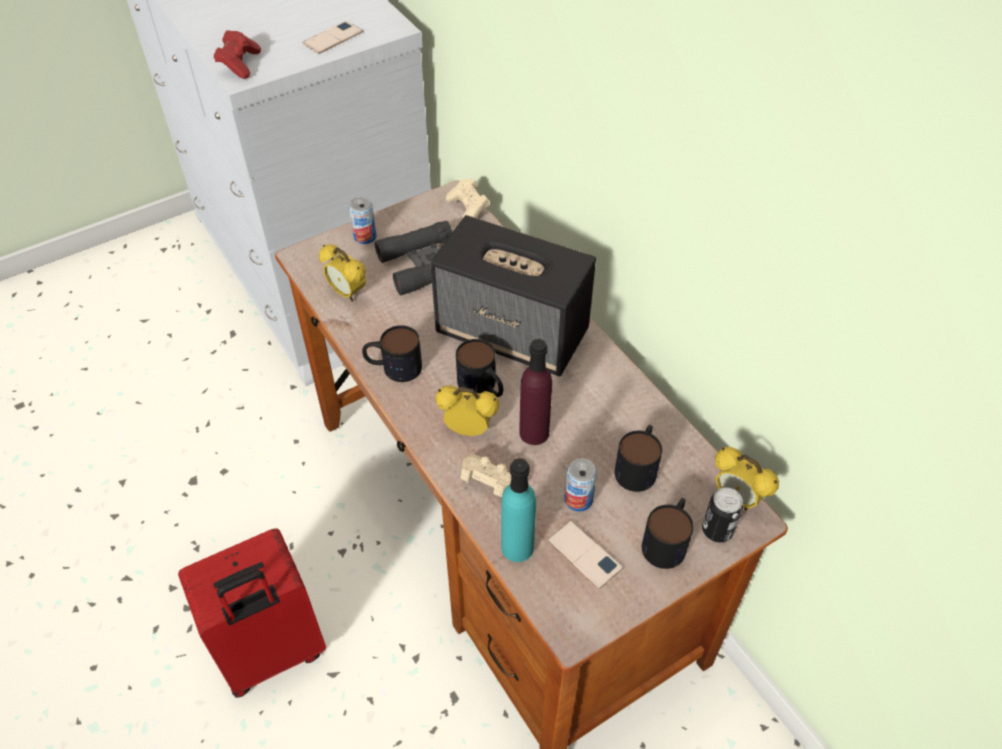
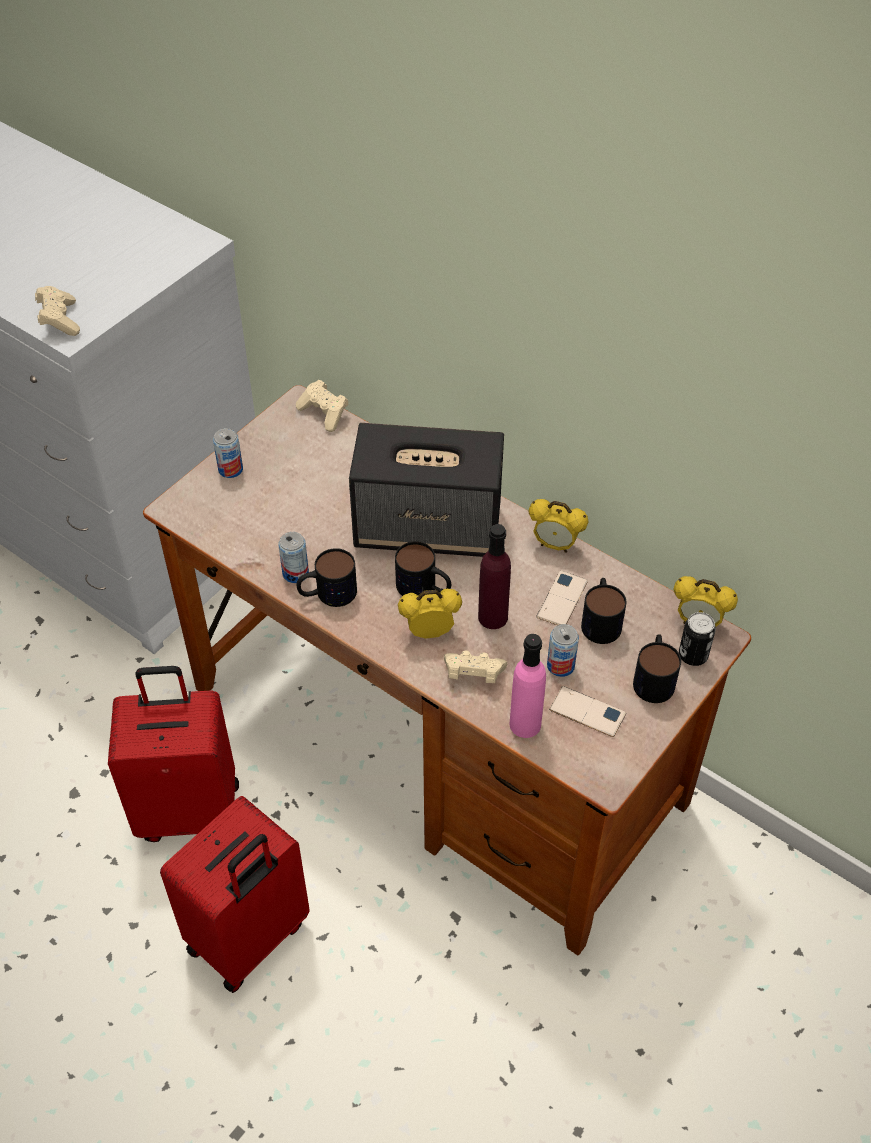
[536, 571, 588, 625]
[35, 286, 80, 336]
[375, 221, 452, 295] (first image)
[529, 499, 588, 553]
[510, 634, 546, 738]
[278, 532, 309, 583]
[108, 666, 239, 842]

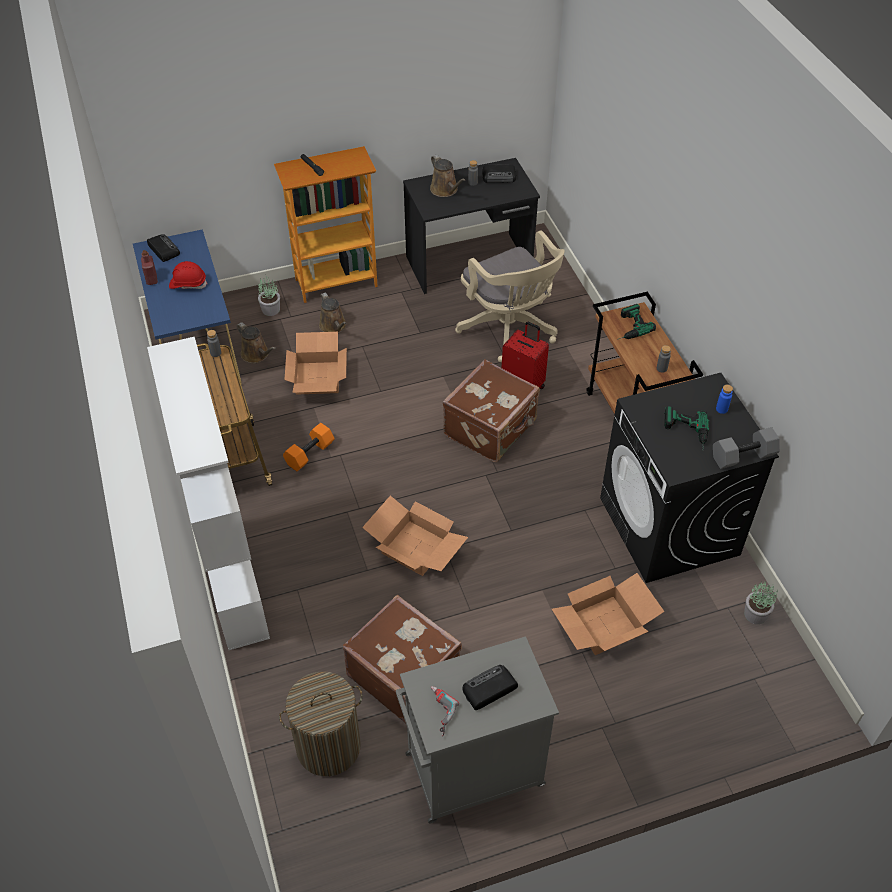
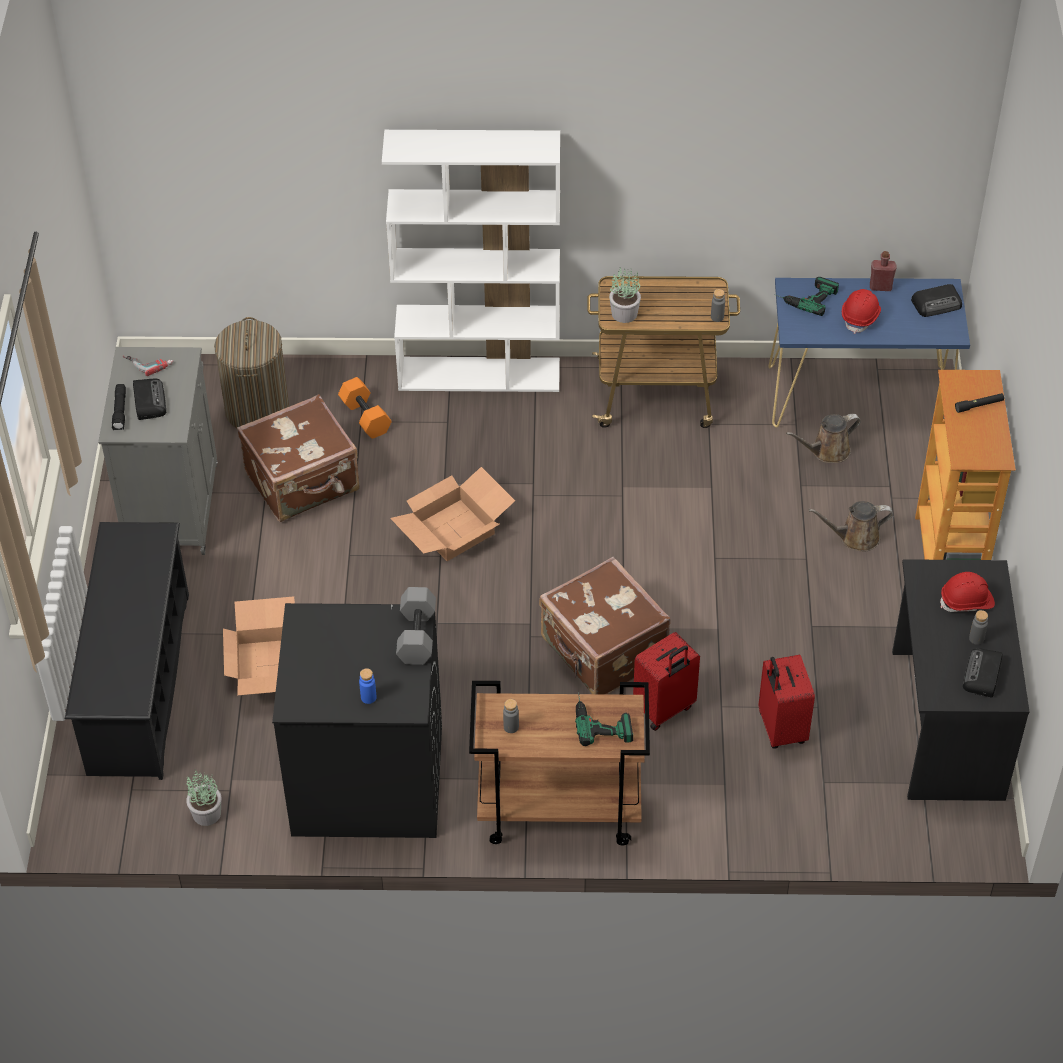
[940, 572, 995, 612]
[759, 655, 815, 749]
[609, 267, 641, 323]
[284, 332, 347, 395] (first image)
[774, 277, 839, 316]
[338, 377, 392, 439]
[396, 587, 436, 665]
[112, 384, 126, 430]
[65, 522, 189, 780]

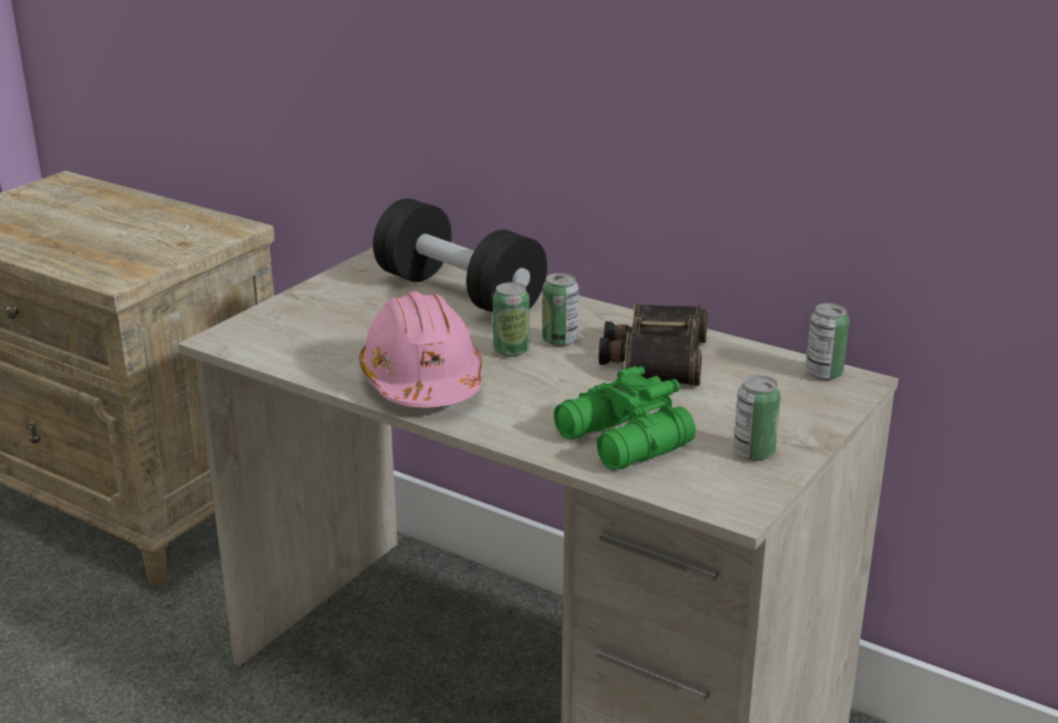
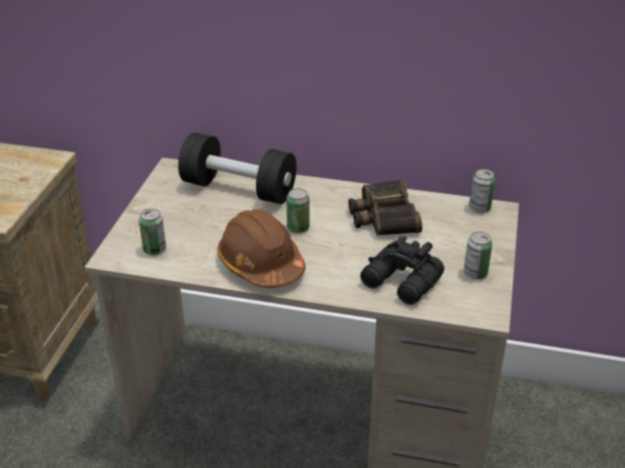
[139, 209, 166, 255]
[217, 209, 306, 288]
[360, 236, 444, 305]

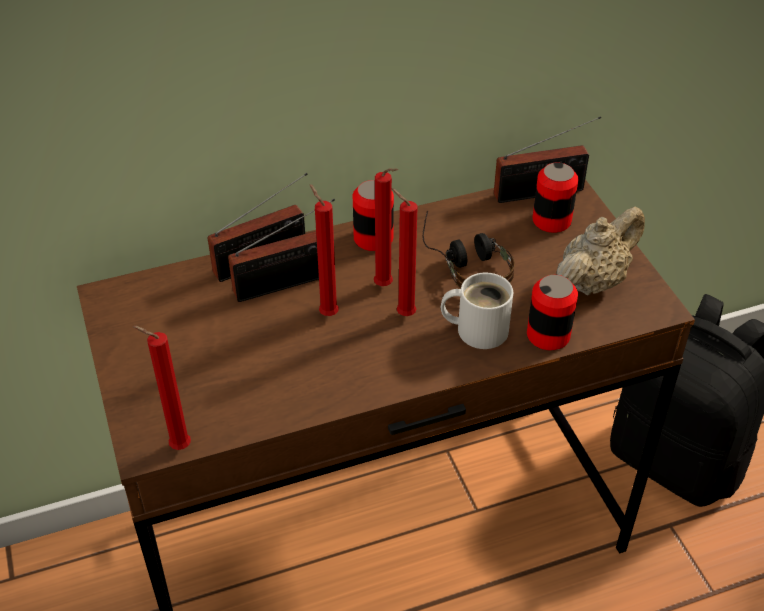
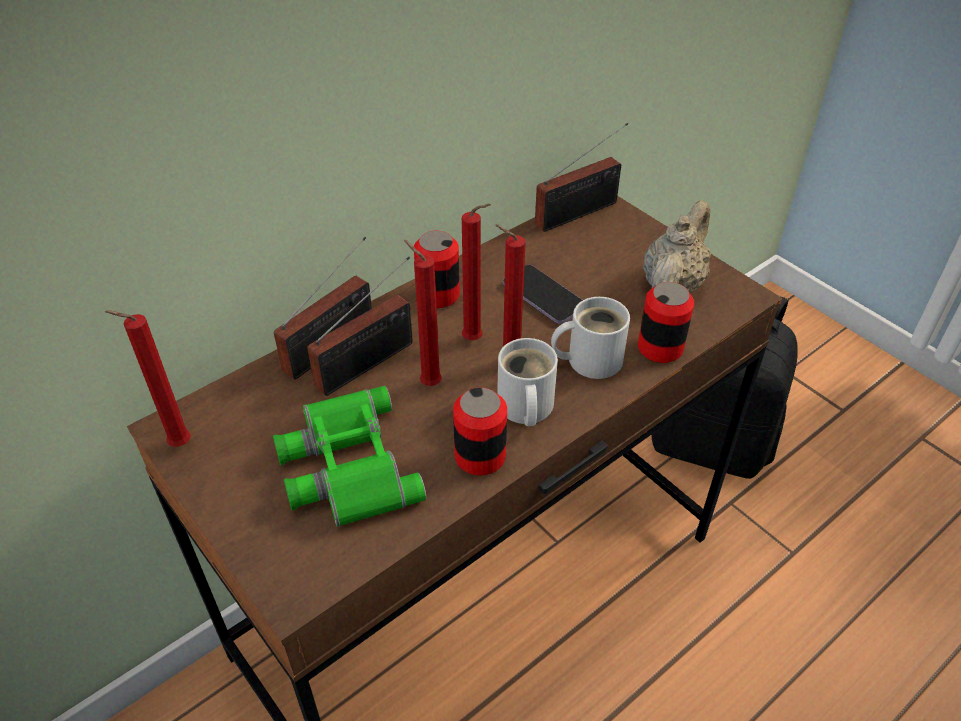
[453, 388, 507, 475]
[503, 265, 583, 324]
[104, 310, 191, 447]
[497, 338, 558, 426]
[273, 386, 426, 527]

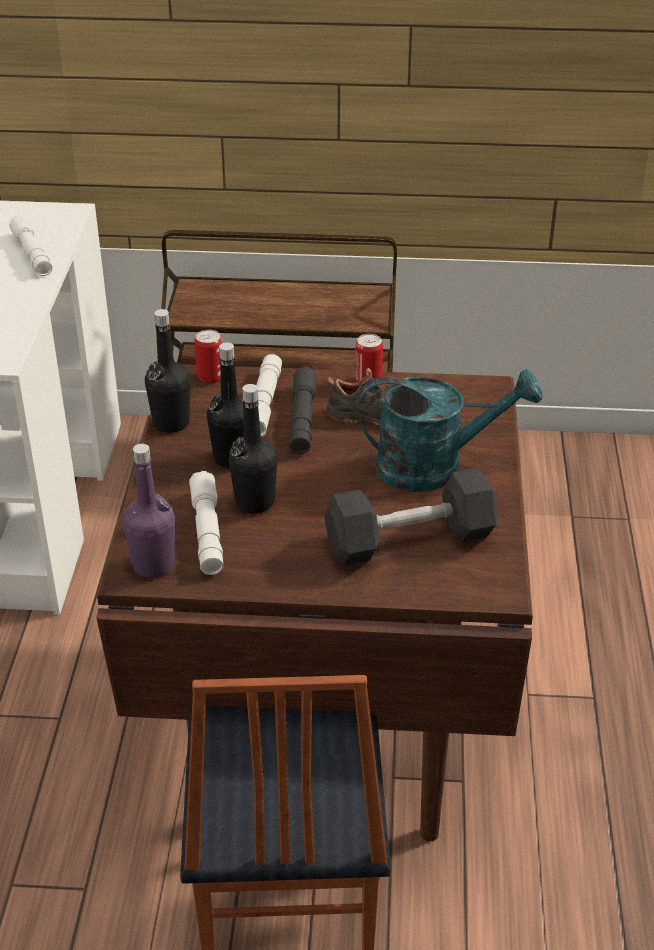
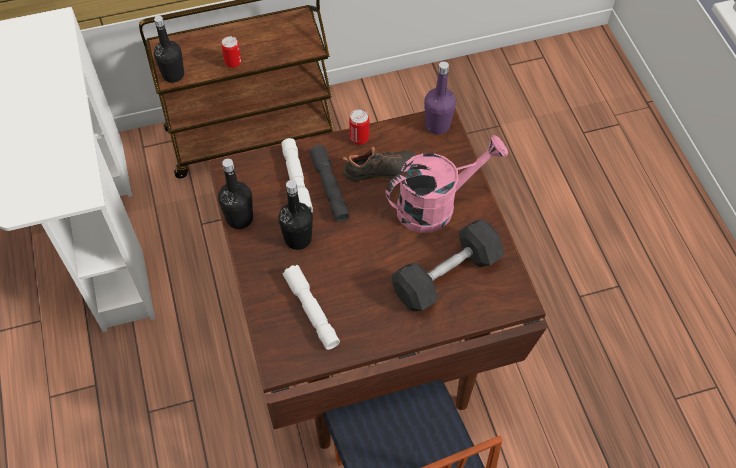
[9, 215, 52, 276] (first image)
[221, 36, 241, 68]
[385, 135, 508, 233]
[154, 16, 184, 83]
[424, 61, 456, 134]

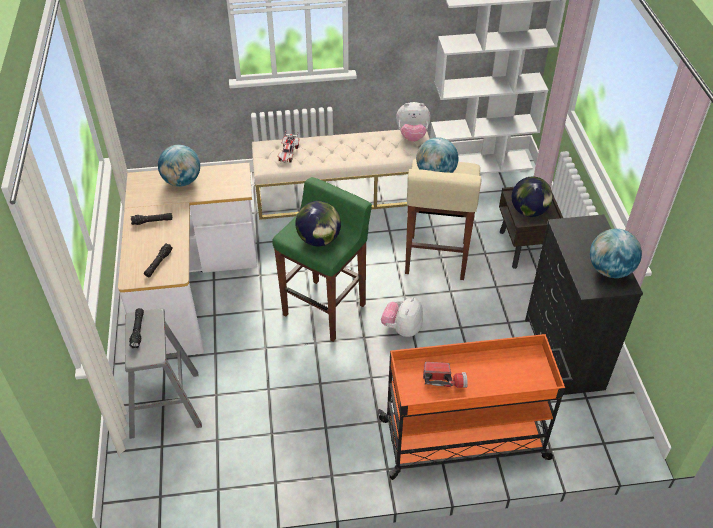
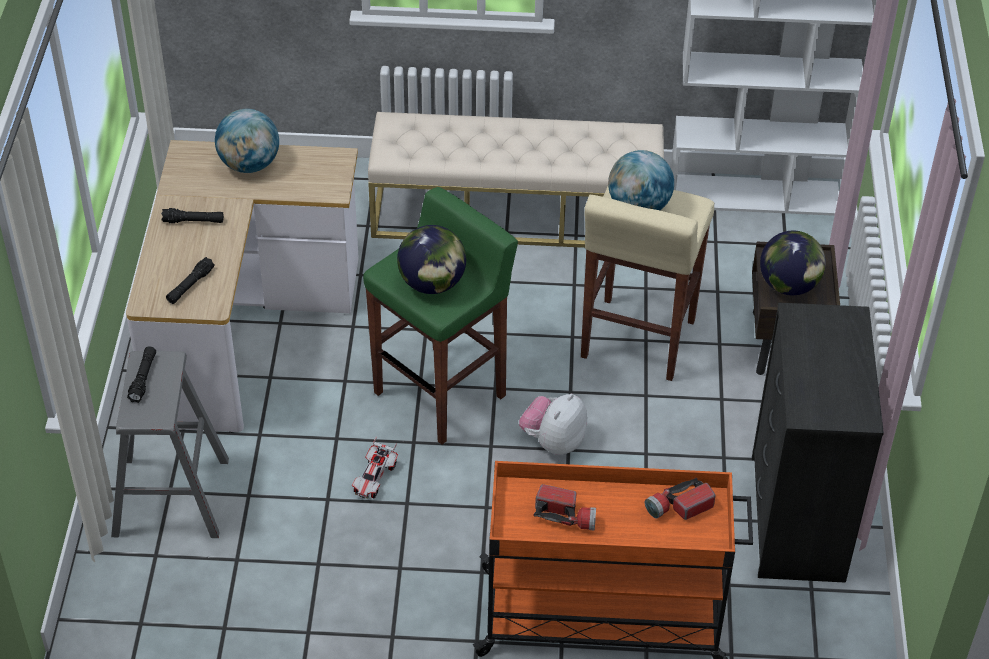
[396, 102, 431, 142] (first image)
[352, 437, 398, 499]
[590, 229, 642, 278] (first image)
[645, 478, 716, 520]

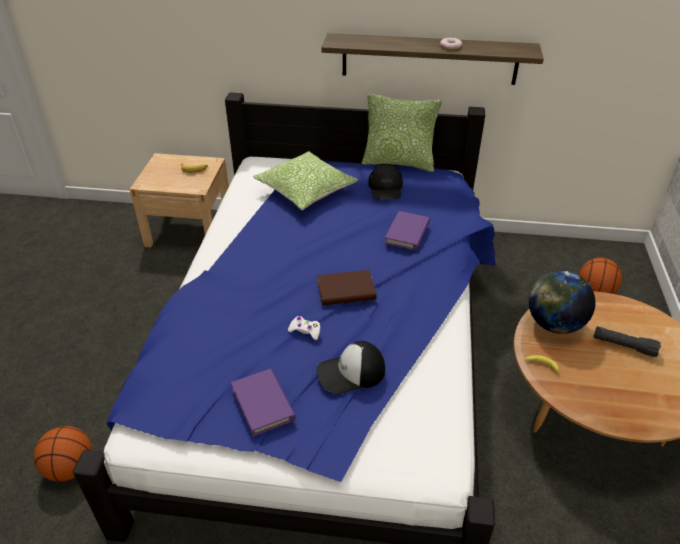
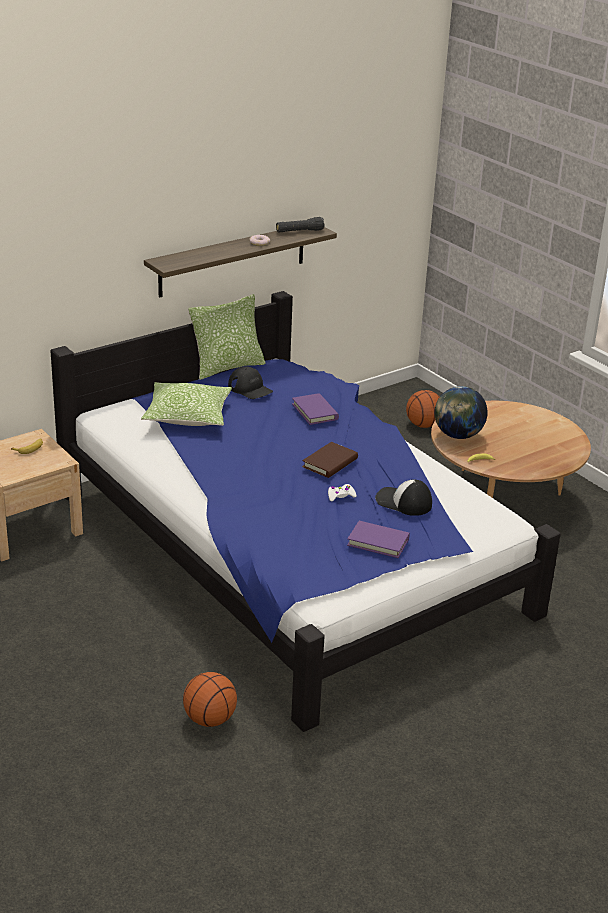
[276, 217, 325, 232]
[375, 480, 432, 516]

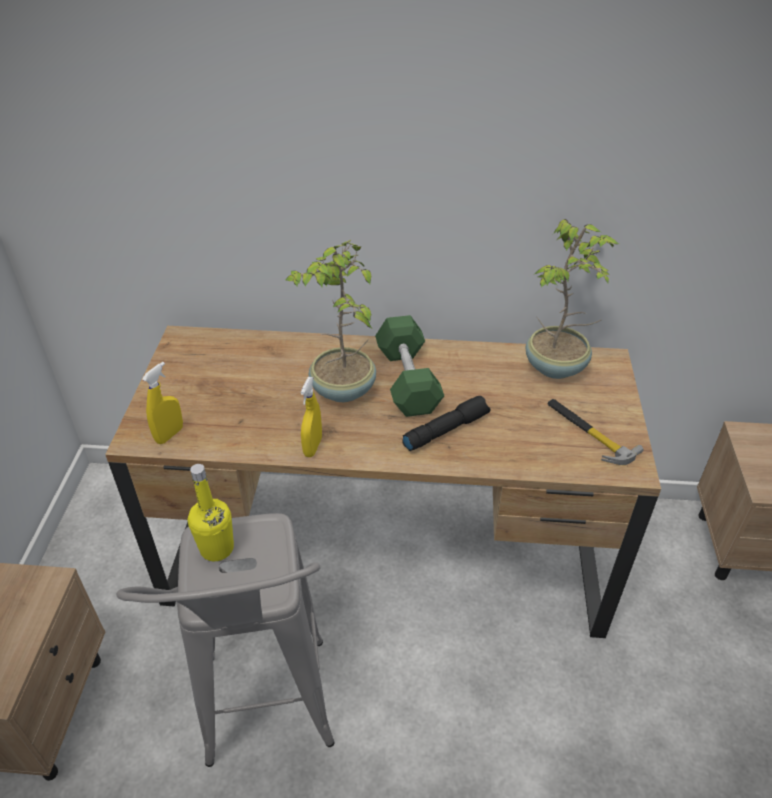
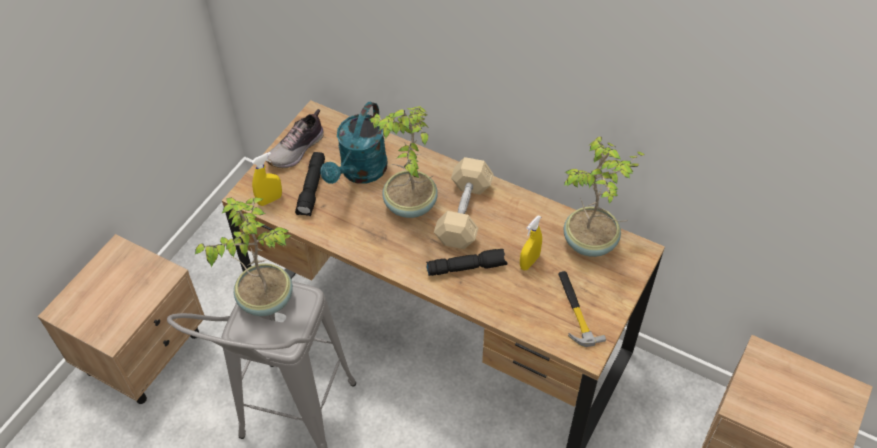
[434, 157, 494, 249]
[520, 215, 542, 270]
[195, 197, 293, 316]
[320, 102, 388, 184]
[266, 109, 324, 168]
[295, 152, 325, 216]

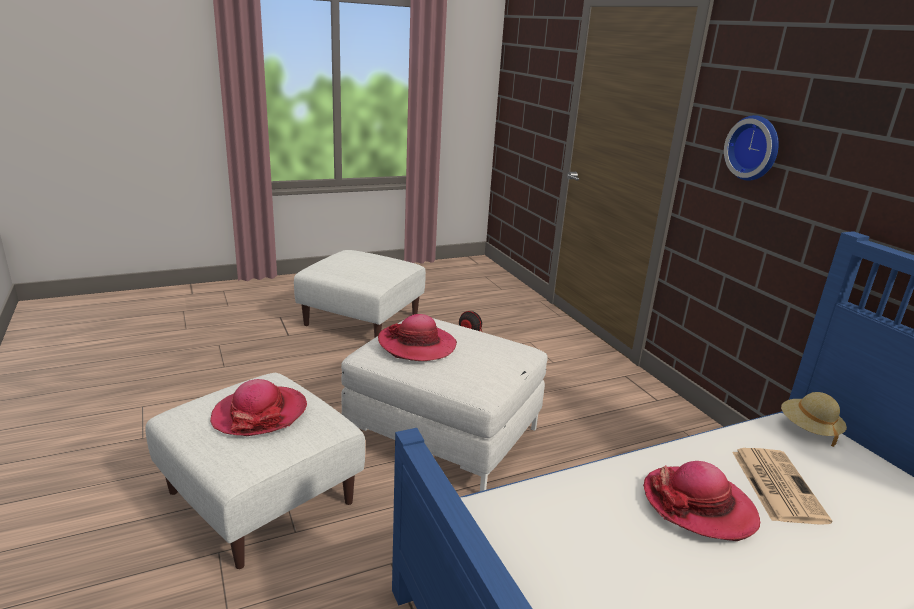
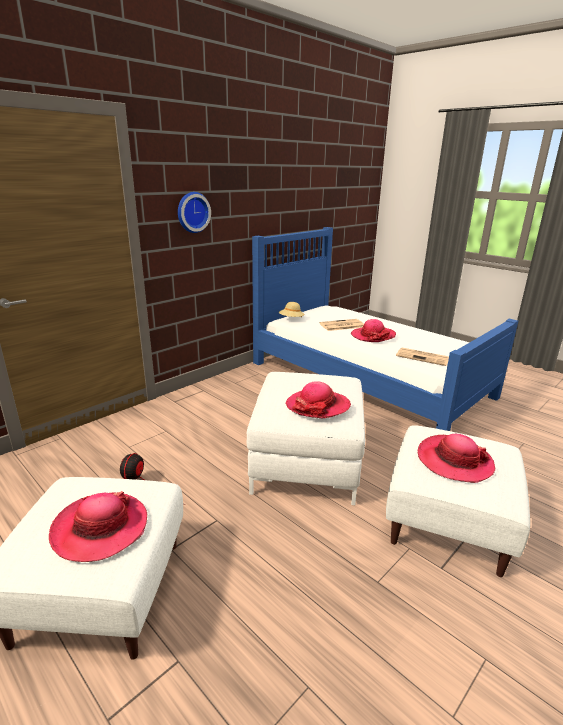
[396, 347, 449, 366]
[49, 491, 147, 562]

